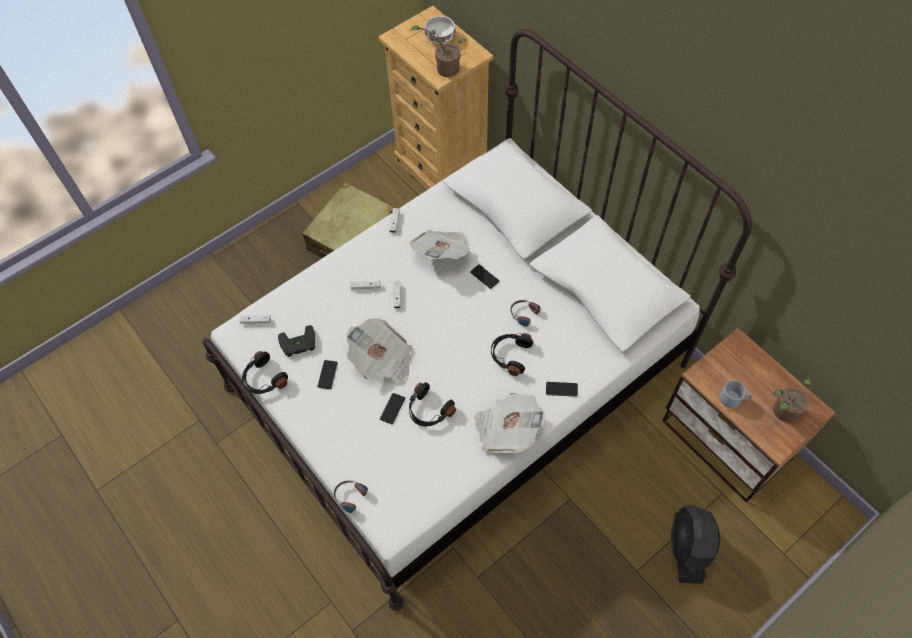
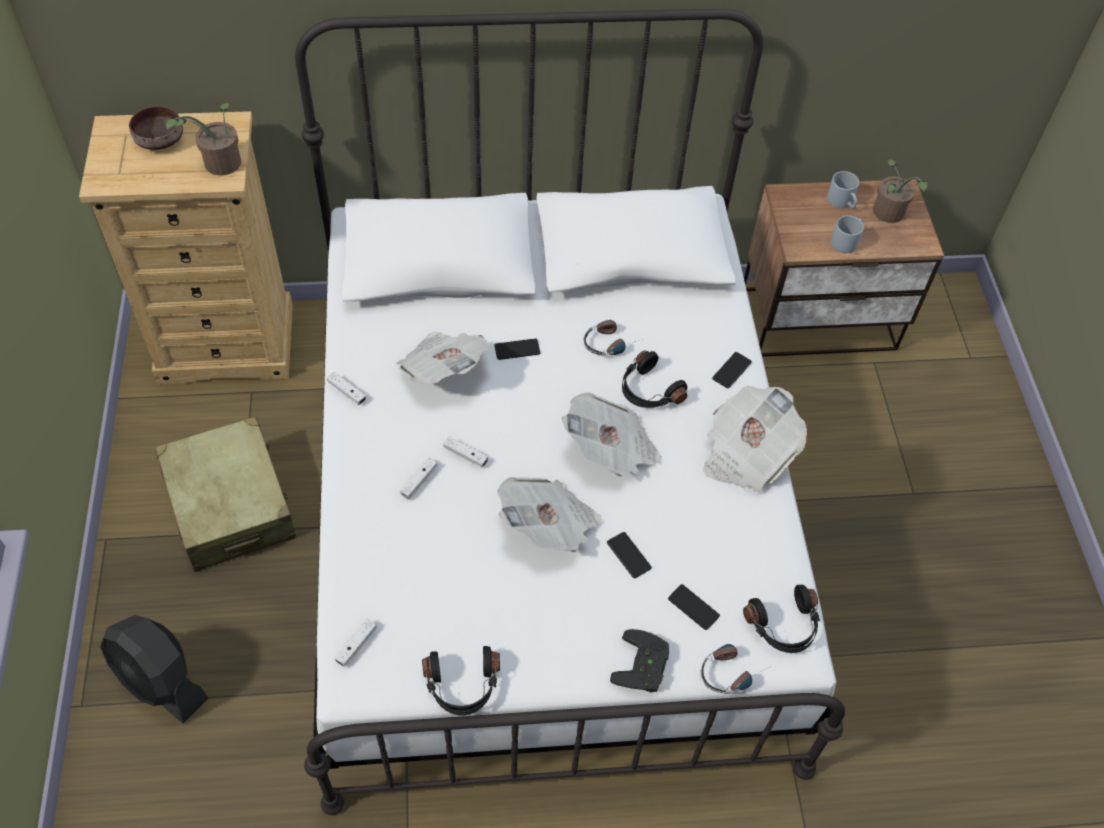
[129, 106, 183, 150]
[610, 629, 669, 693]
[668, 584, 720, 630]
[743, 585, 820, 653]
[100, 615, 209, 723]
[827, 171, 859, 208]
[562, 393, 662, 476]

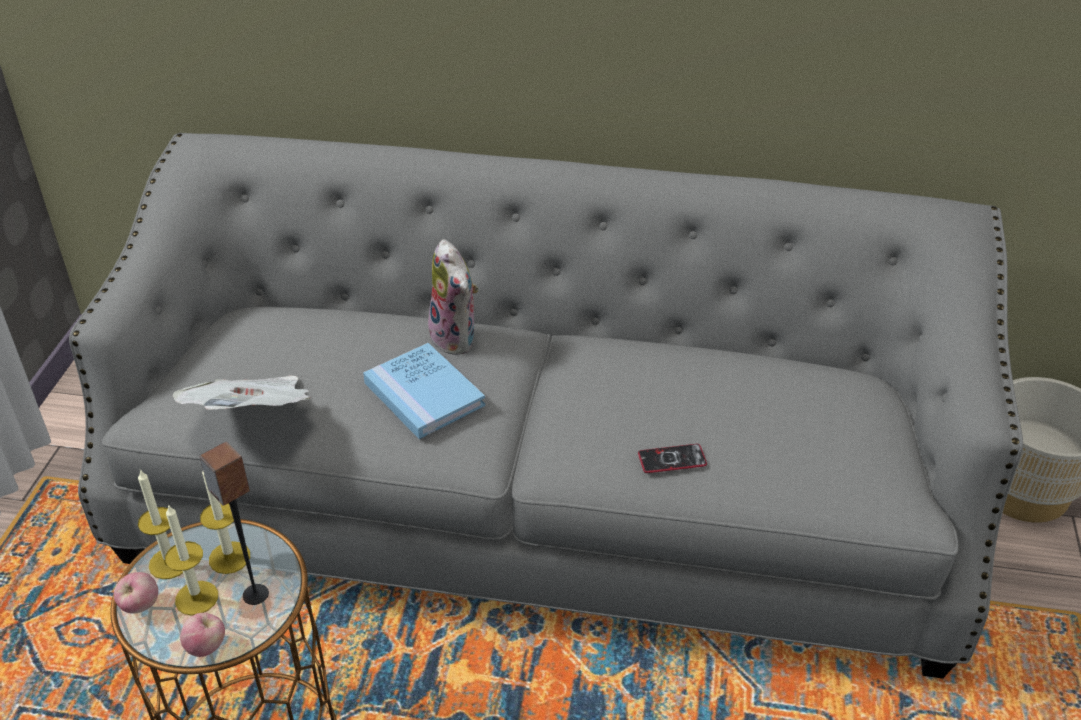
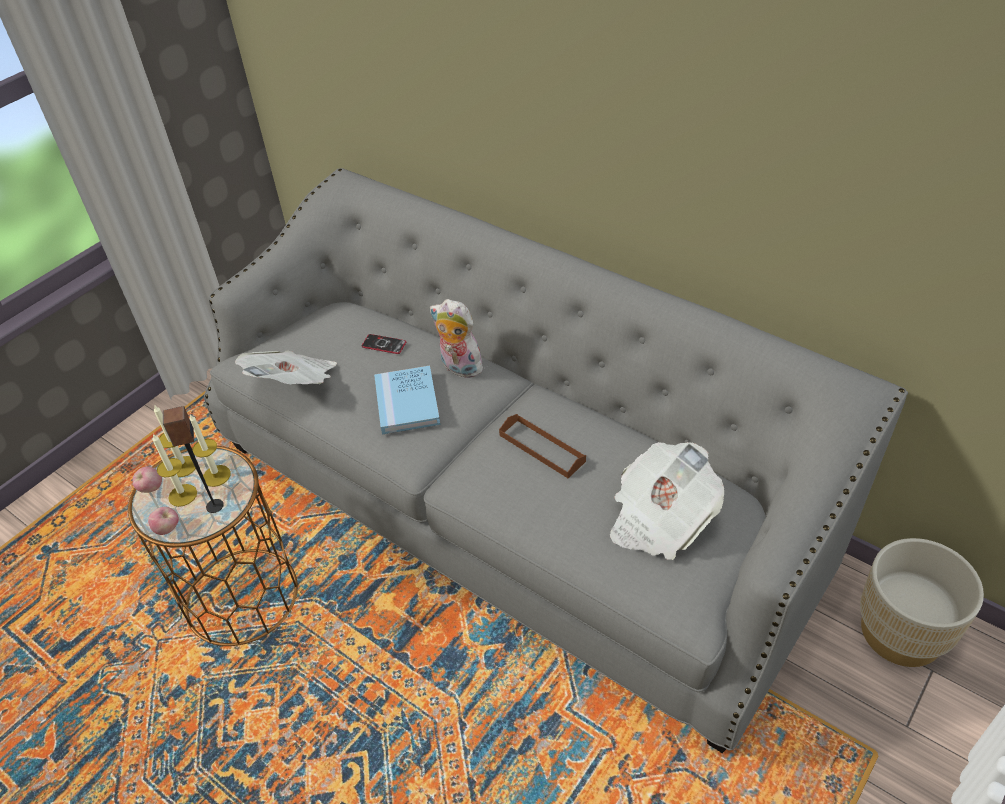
[430, 299, 483, 378]
[361, 334, 406, 354]
[499, 414, 586, 478]
[610, 442, 724, 560]

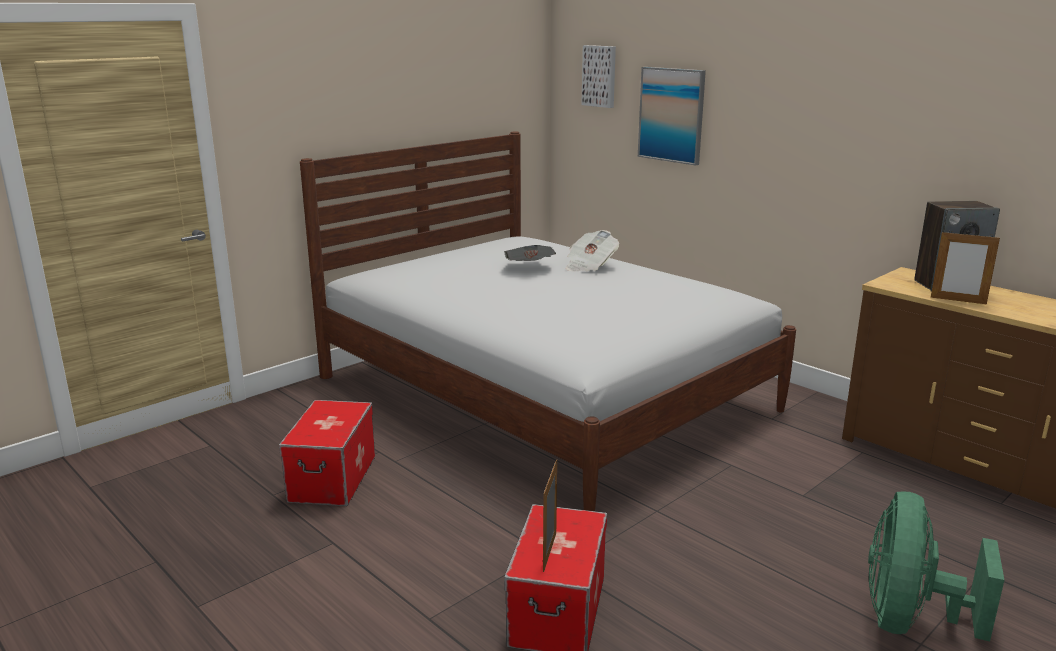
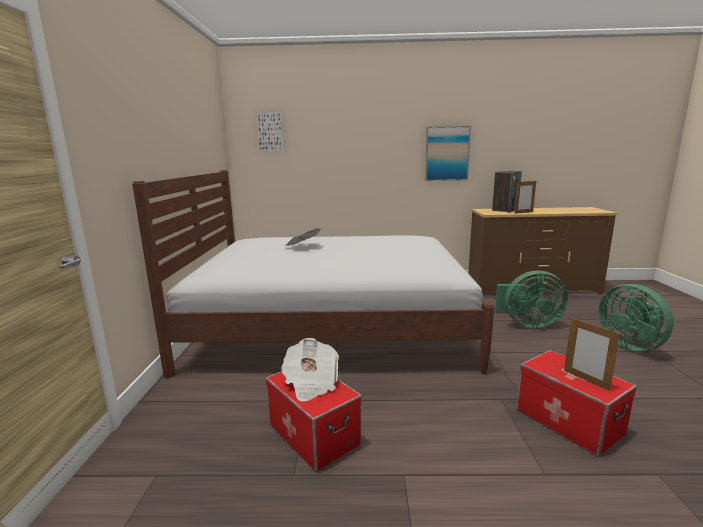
[425, 126, 471, 181]
[281, 338, 339, 402]
[495, 270, 568, 328]

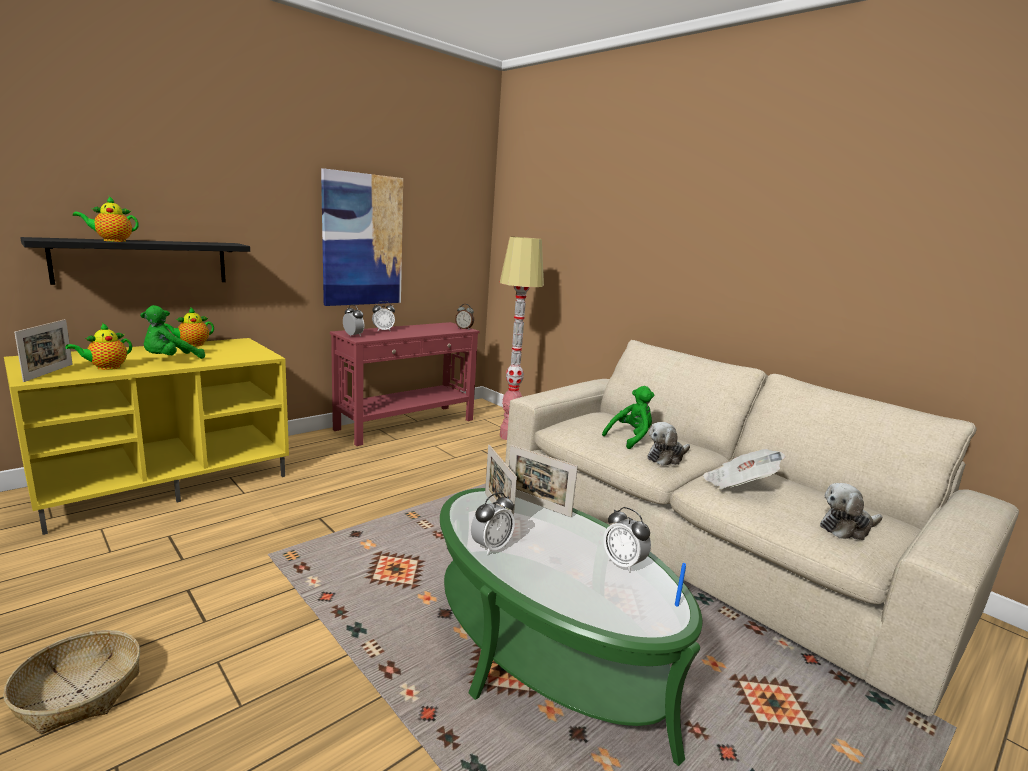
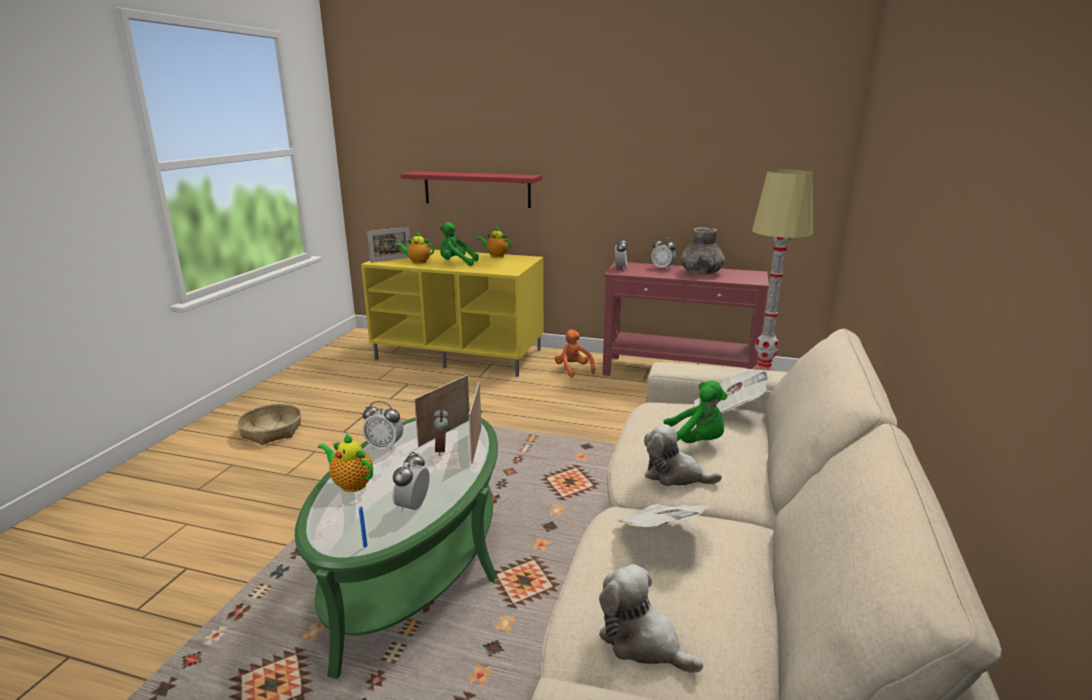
[321, 168, 403, 306] (first image)
[318, 433, 373, 492]
[401, 171, 542, 208]
[433, 407, 449, 456]
[680, 227, 725, 275]
[554, 329, 595, 377]
[694, 369, 771, 413]

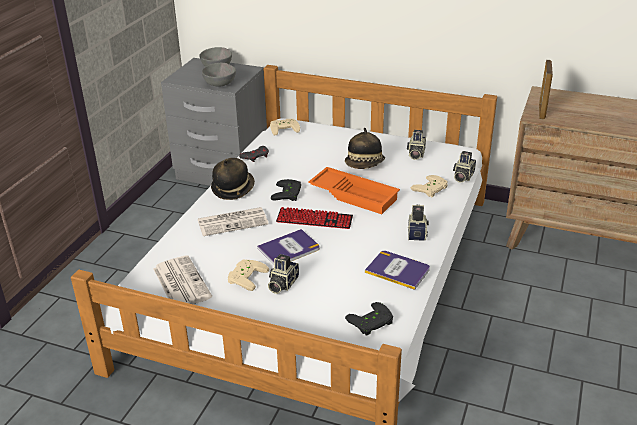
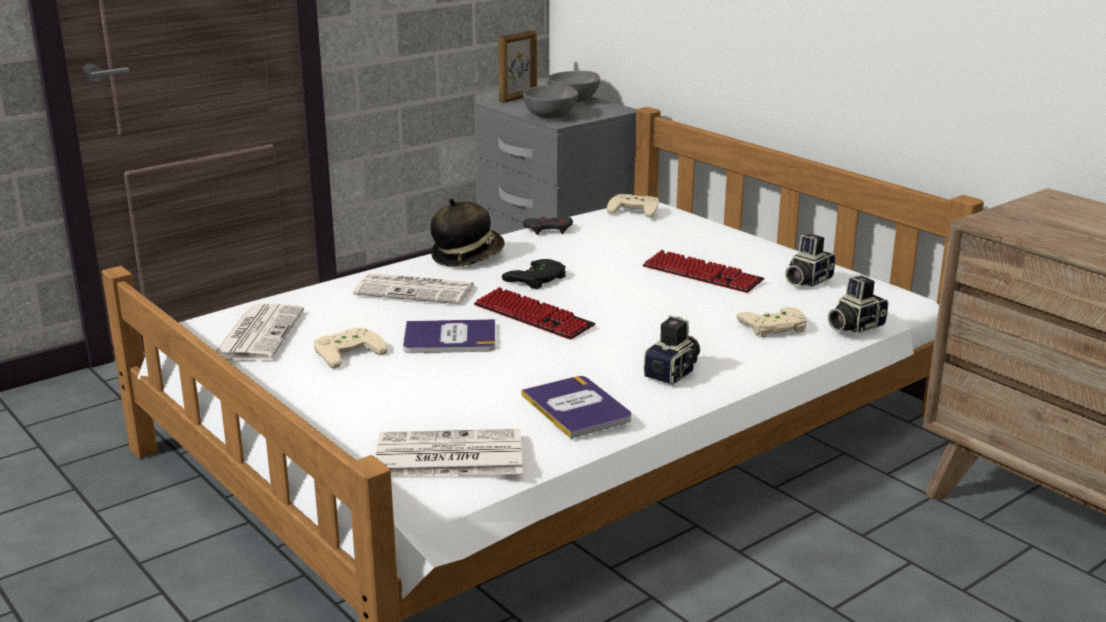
[498, 31, 537, 103]
[643, 250, 765, 293]
[308, 167, 400, 214] (first image)
[268, 254, 299, 294] (first image)
[375, 429, 522, 477]

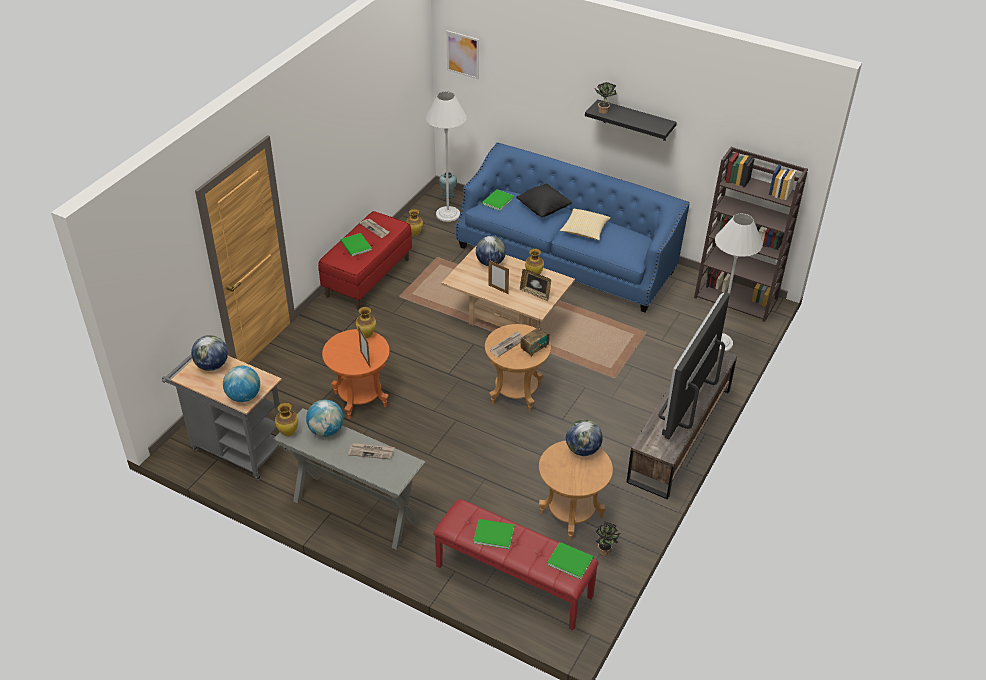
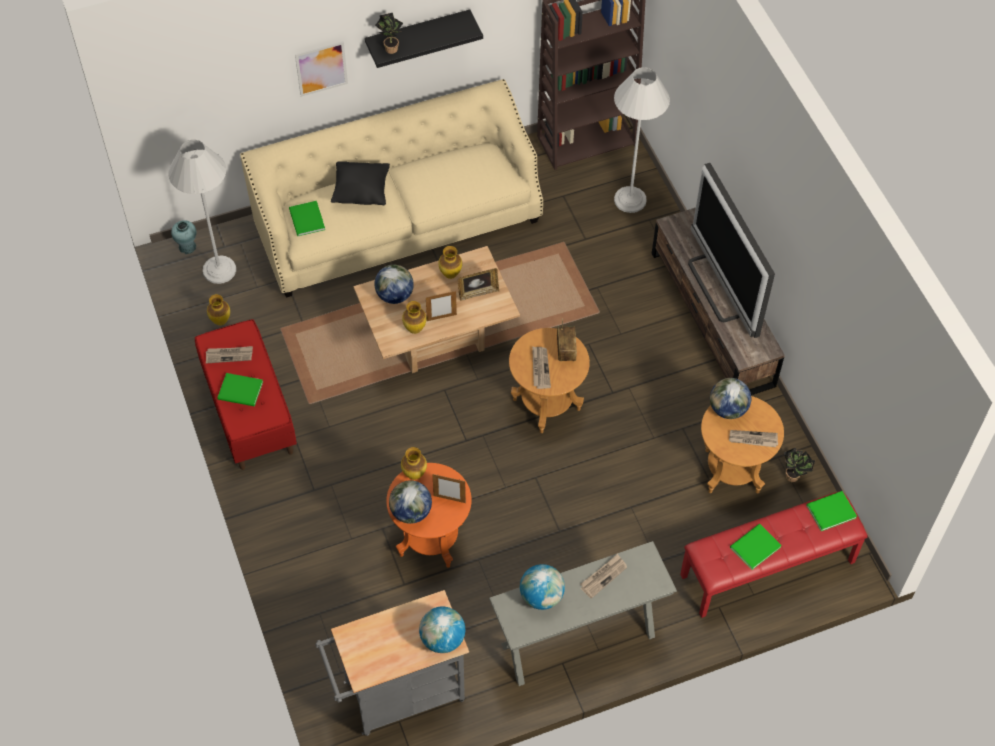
[295, 41, 348, 97]
[240, 79, 543, 298]
[560, 209, 611, 240] (first image)
[389, 480, 432, 524]
[402, 301, 427, 334]
[729, 430, 778, 447]

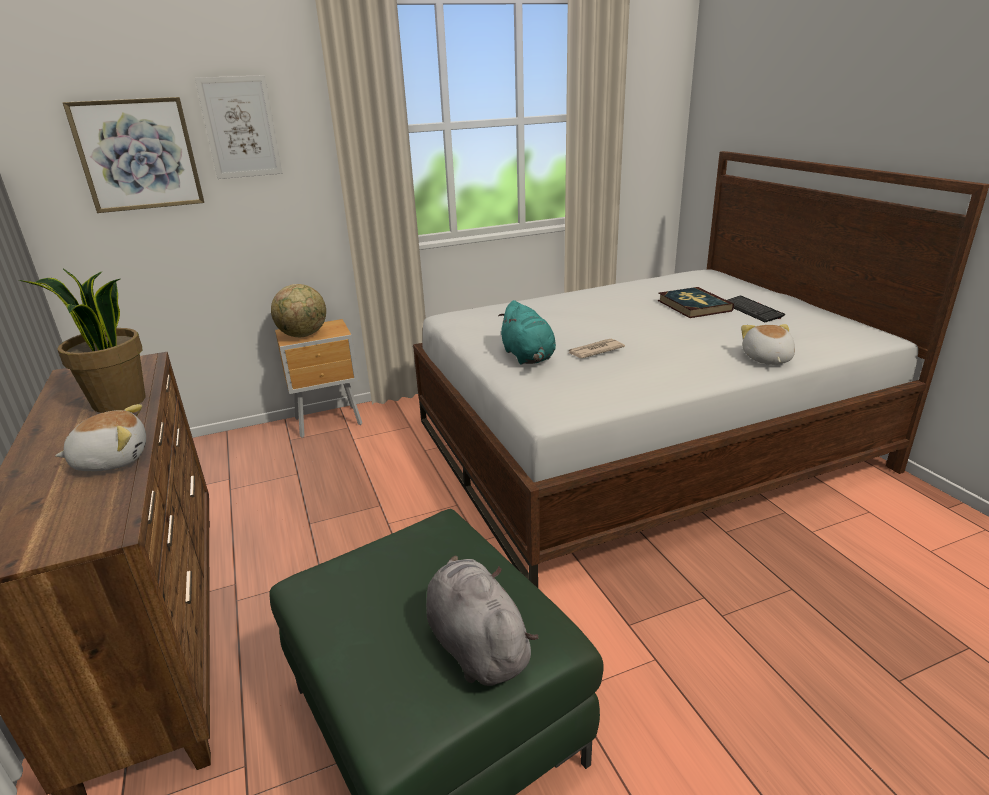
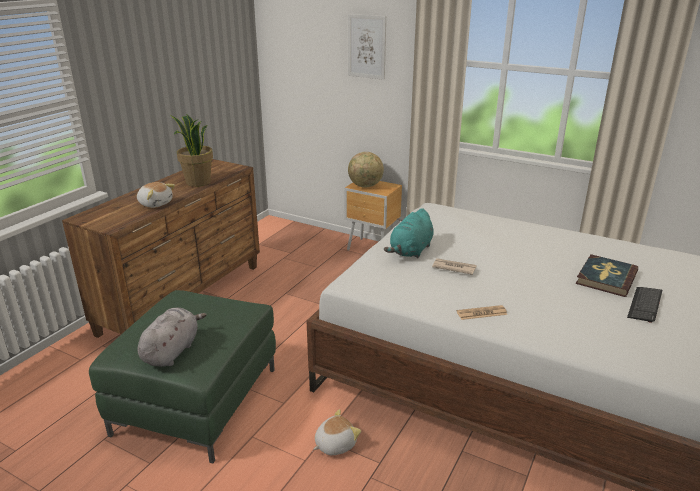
[63, 97, 204, 213] (first image)
[313, 409, 361, 455]
[457, 305, 507, 320]

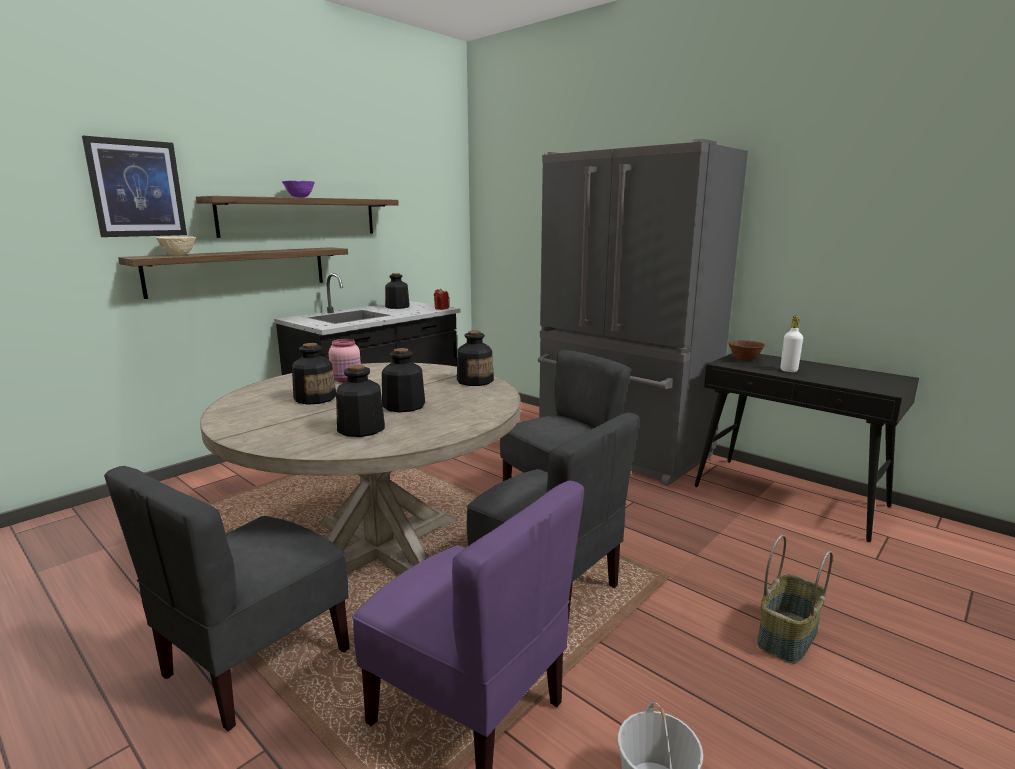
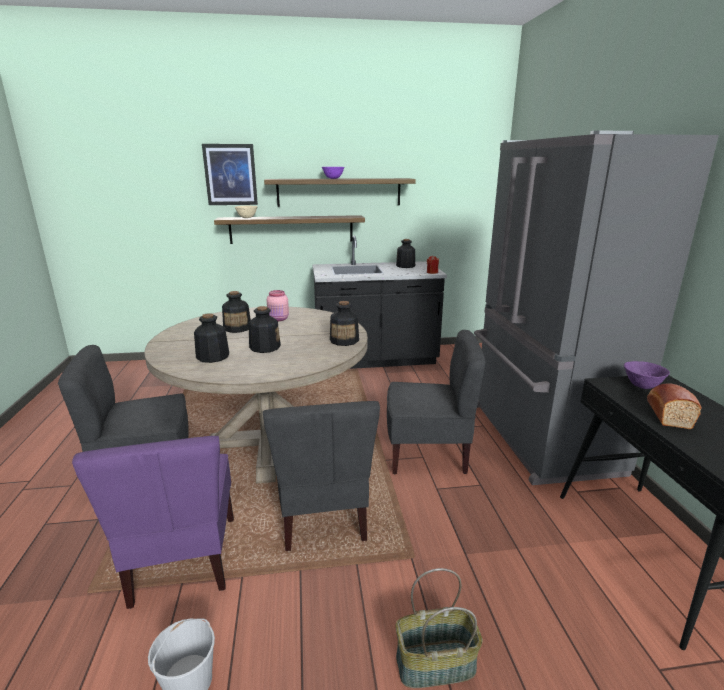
[647, 383, 702, 429]
[624, 361, 670, 389]

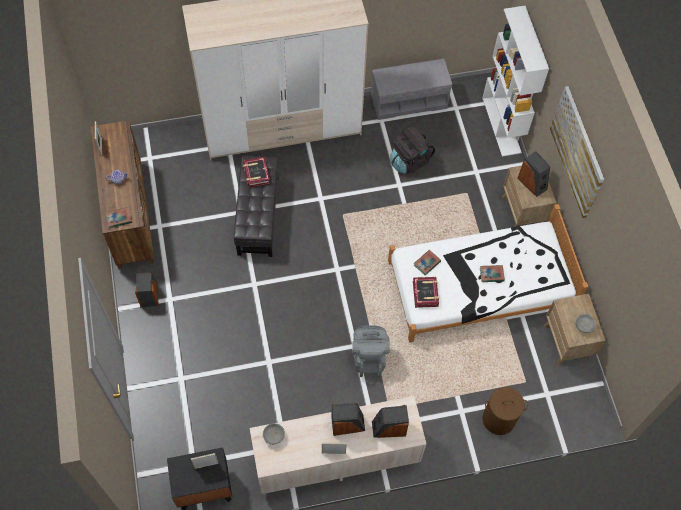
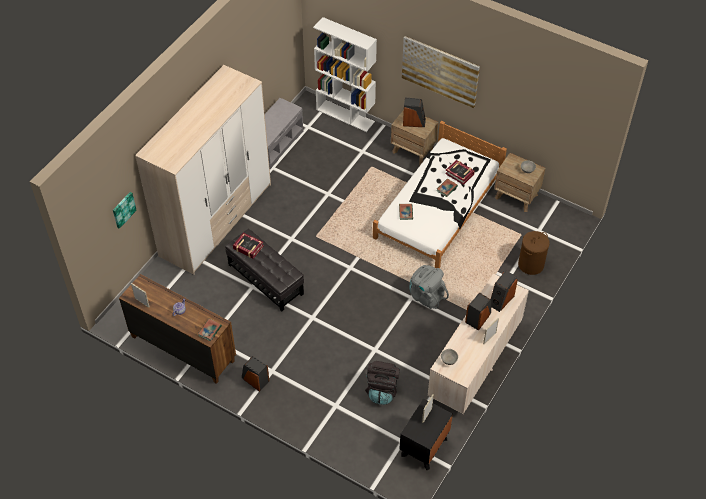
[365, 361, 400, 405]
[445, 160, 475, 185]
[113, 192, 137, 229]

